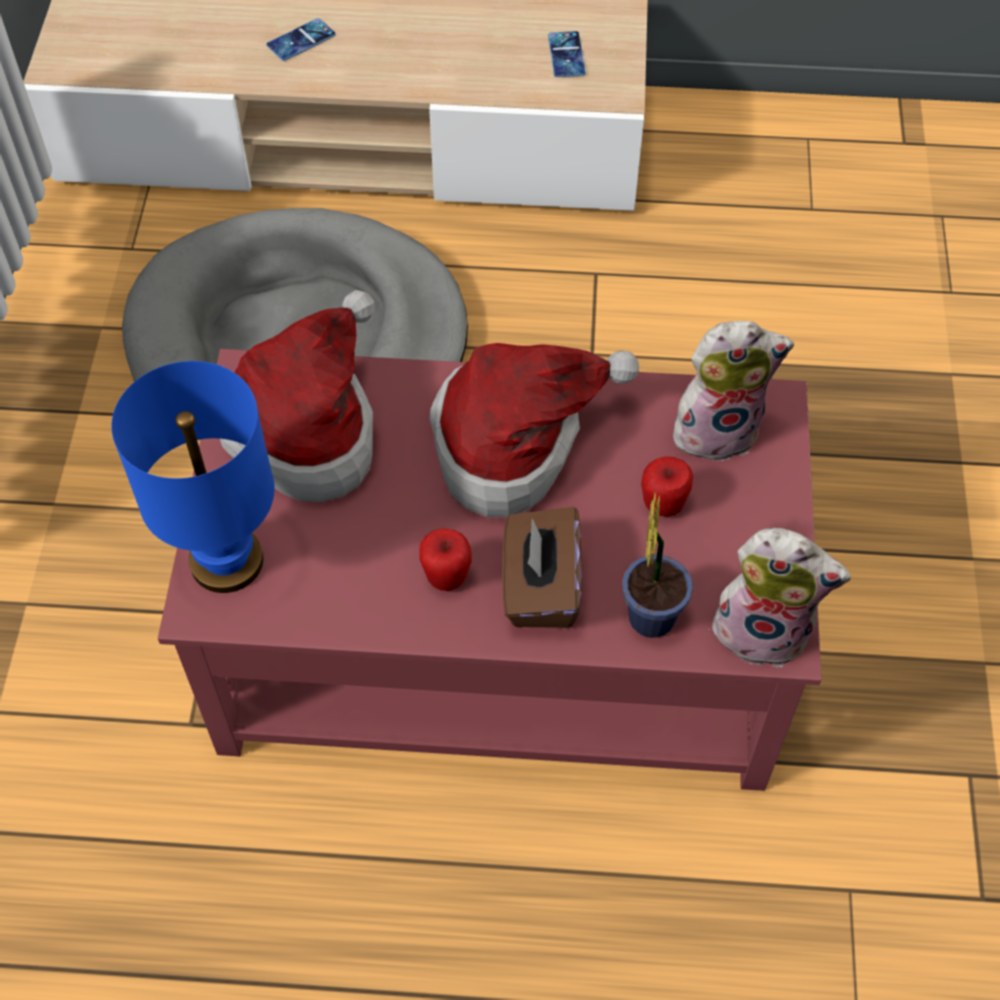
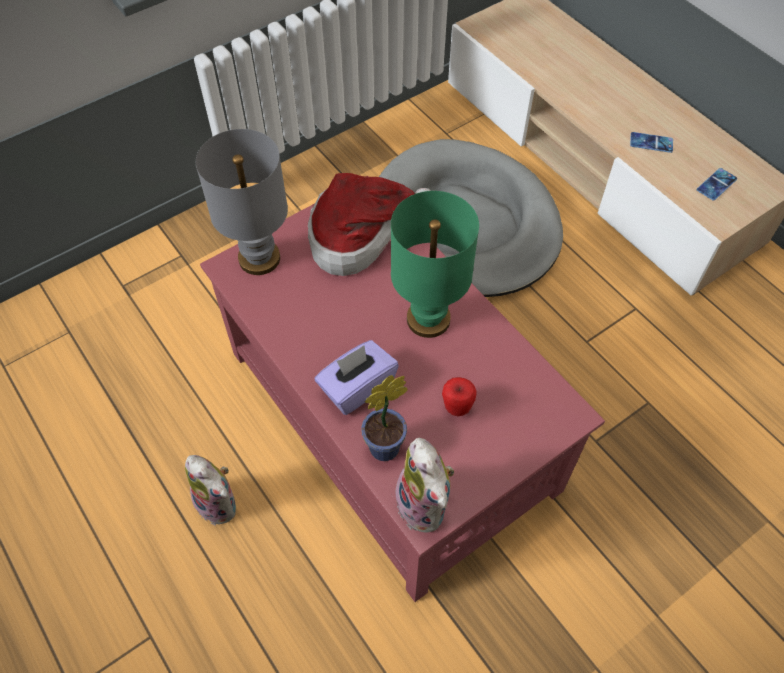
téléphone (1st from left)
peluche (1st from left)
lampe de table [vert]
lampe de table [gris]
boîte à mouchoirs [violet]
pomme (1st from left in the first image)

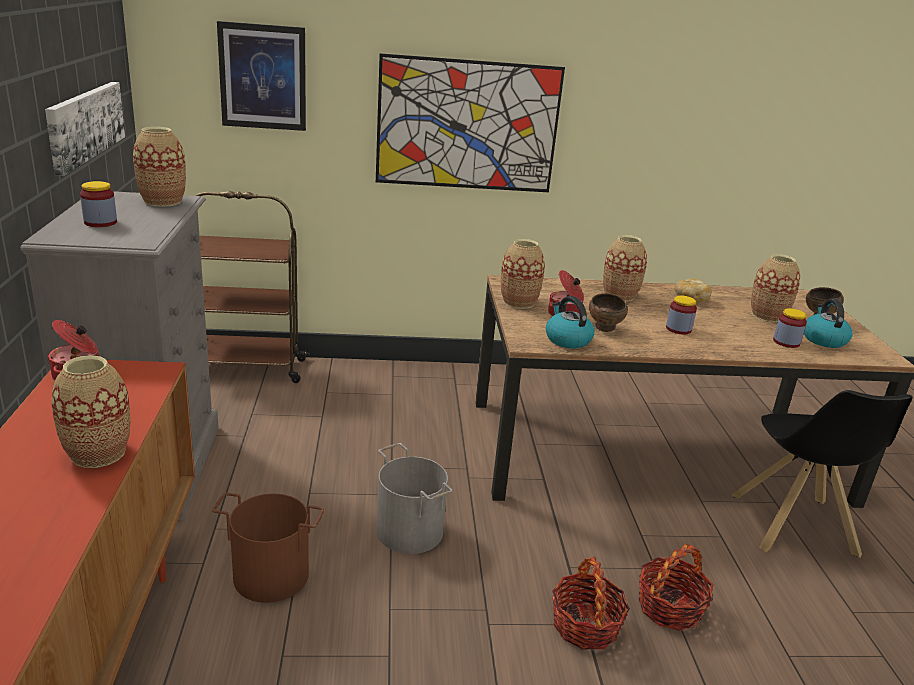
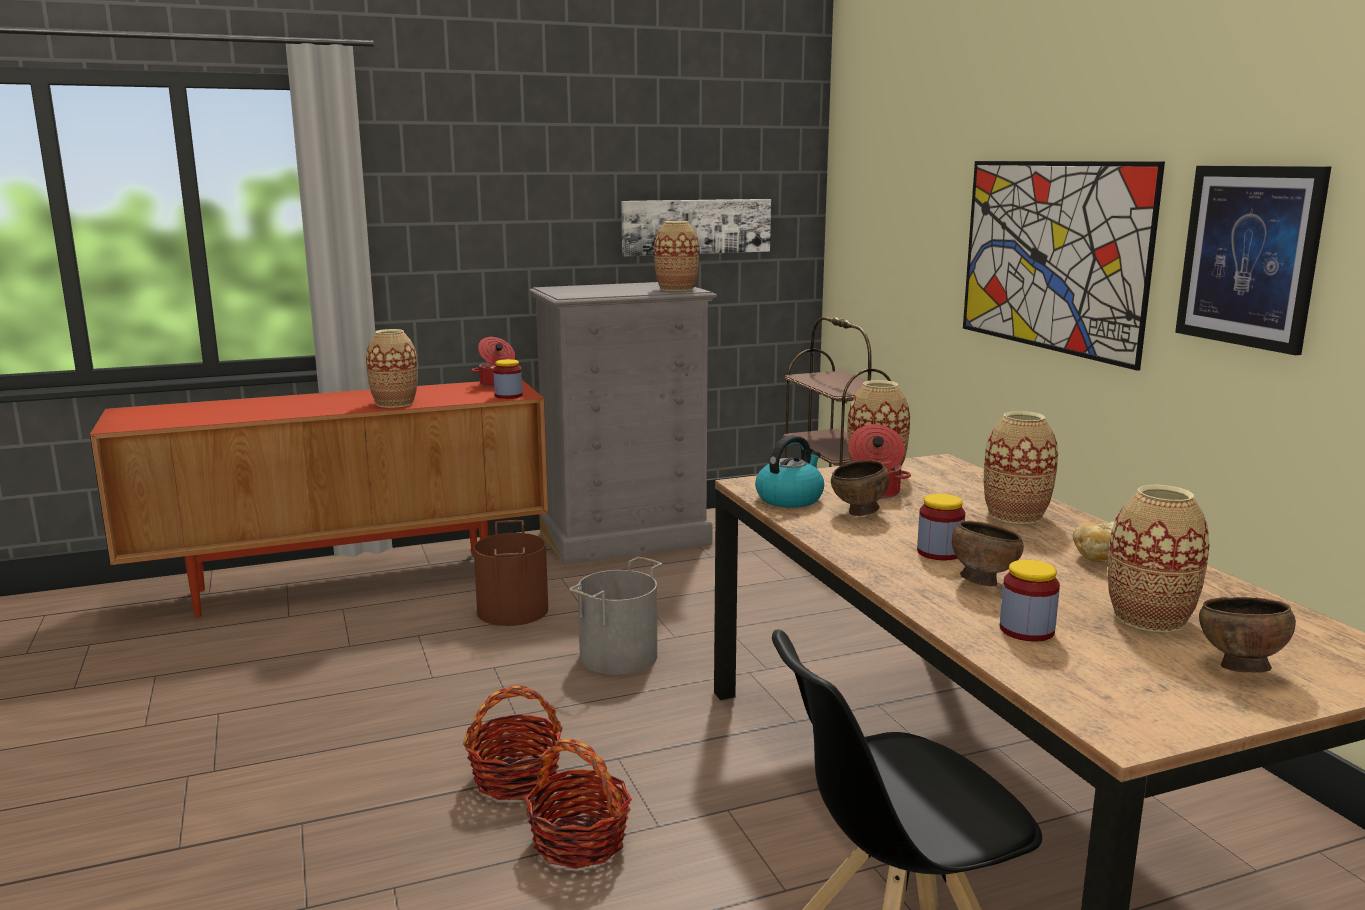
tableau (3rd from left)
bocal (1st from left)
bouilloire (2nd from left in the first image)
bol [marron] (2nd from left)

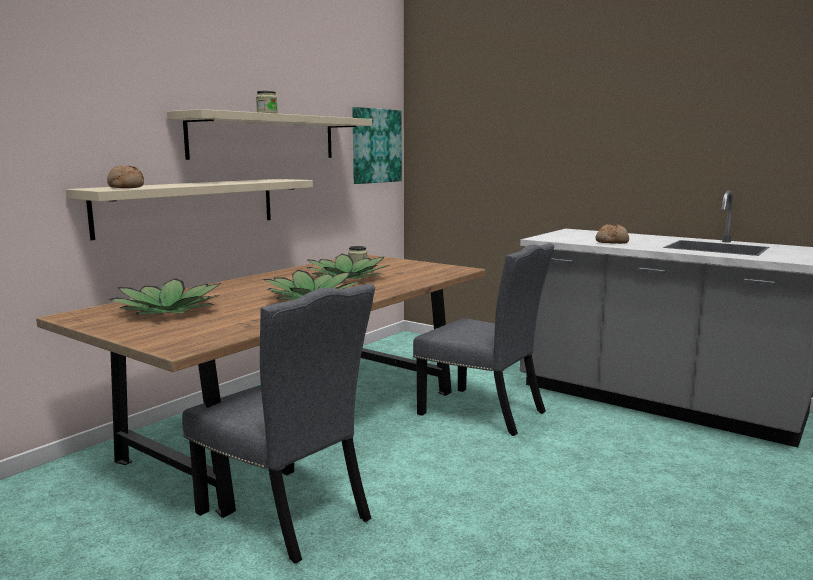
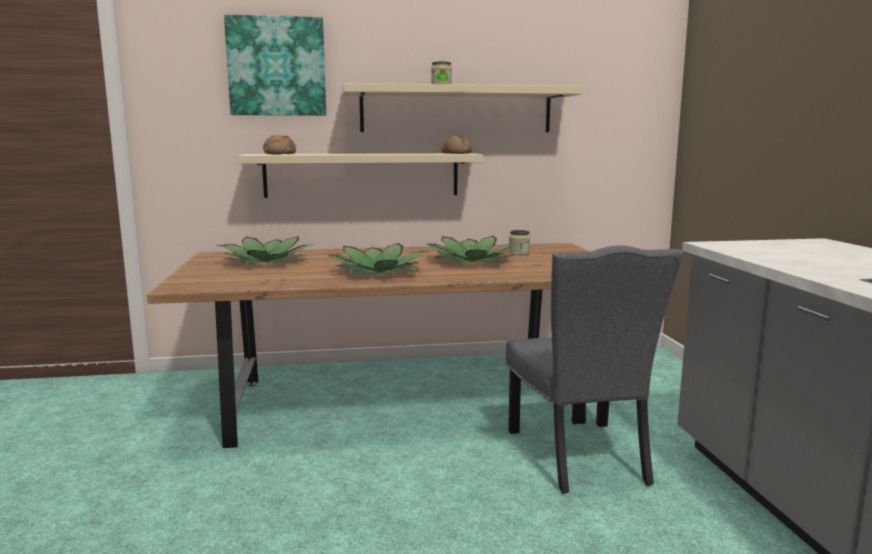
tableau
pain (2nd from left)
chaise [gris] (1st from left in the first image)

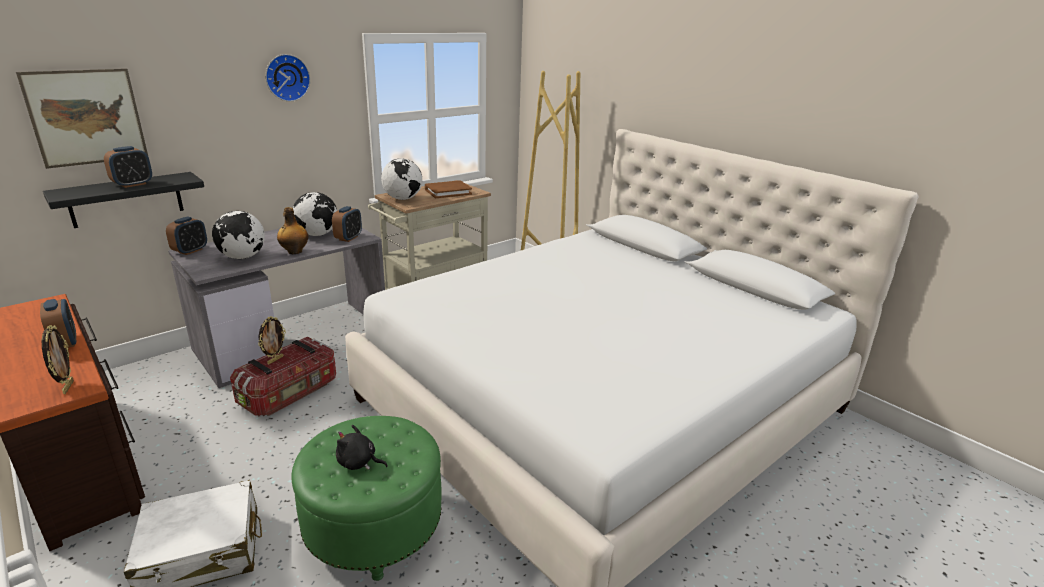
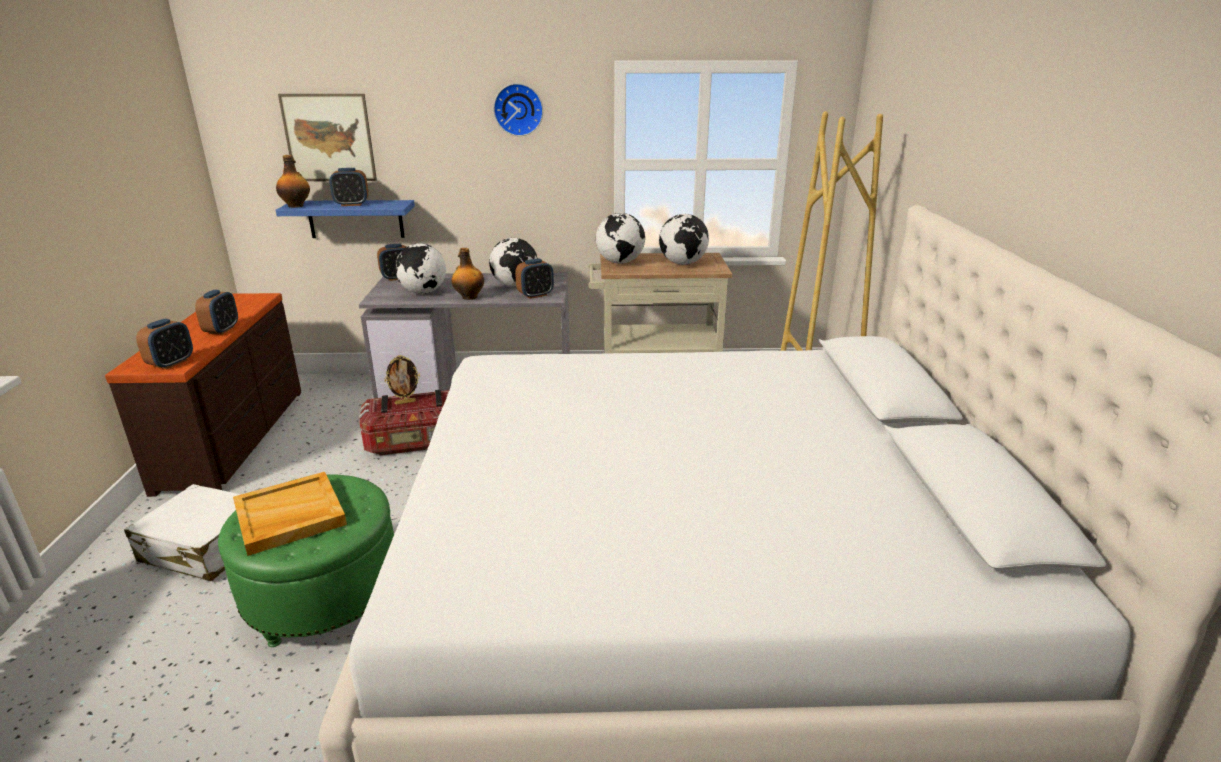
étagère [bleu]
globe (4th from left)
réveil (1st from left)
plateau [beige]
bouteille (1st from left)

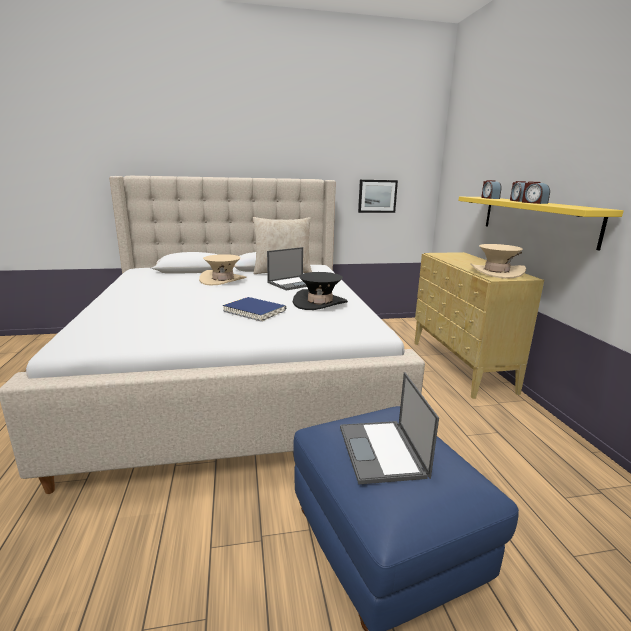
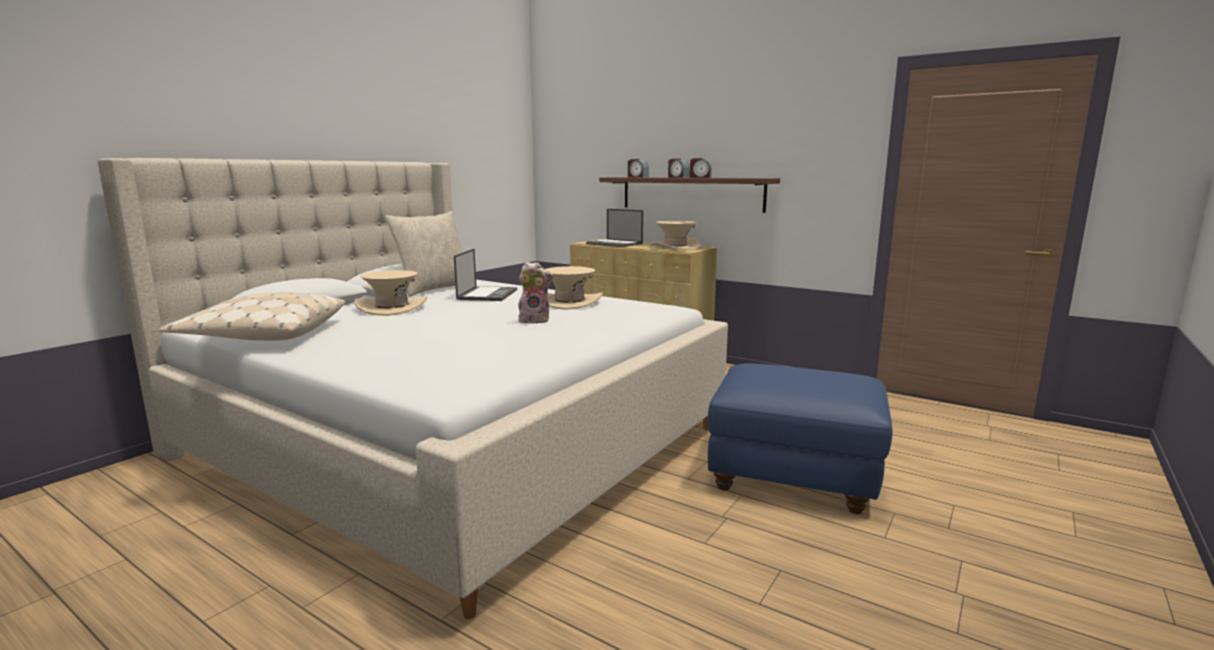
tableau
étagère [marron]
chapeau [beige] (2nd from left)
peluche
ordinateur portable (2nd from left)
coussin [beige] (1st from left)

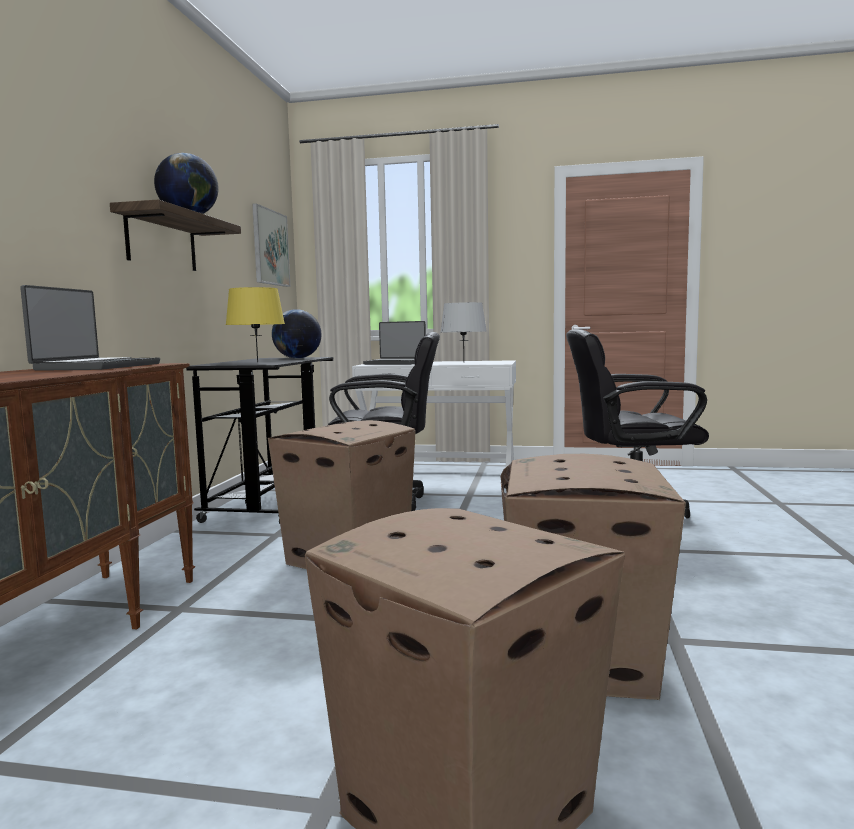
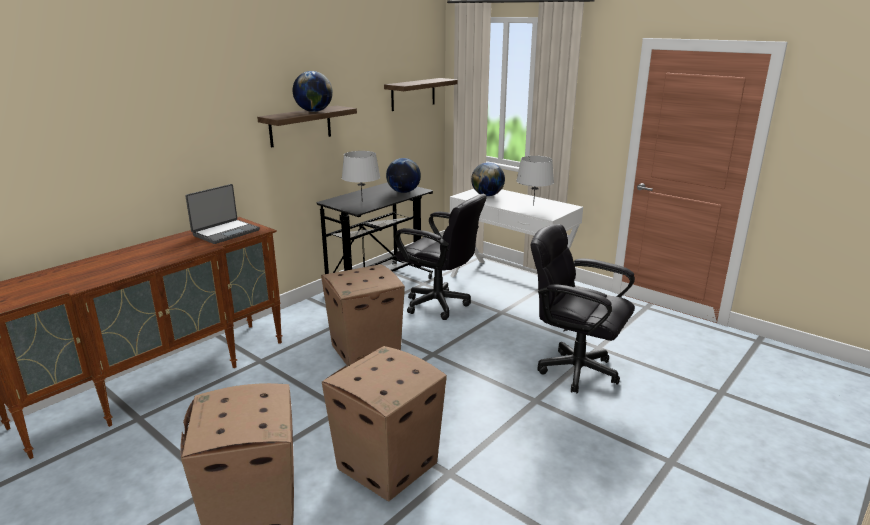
étagère (2nd from left)
lampe de table [gris] (1st from left)
globe (3rd from left)

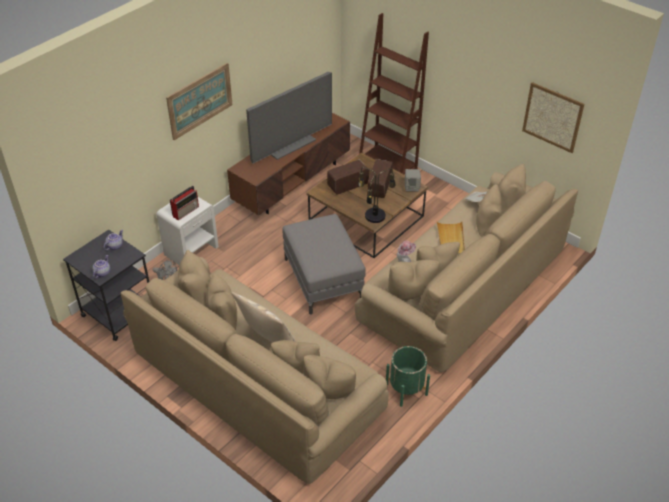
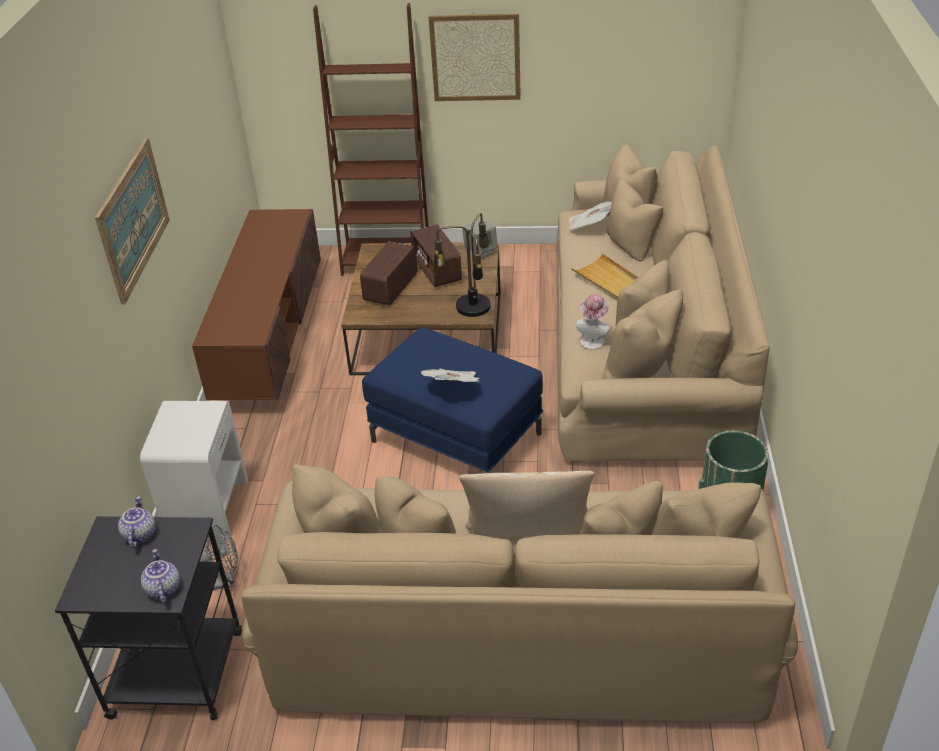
téléviseur
tableau (2nd from left)
radio (1st from left in the first image)
pouf [bleu]
journal (1st from left)

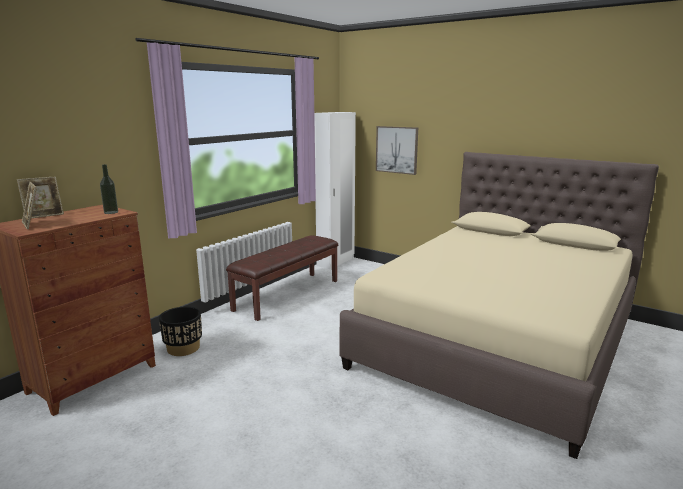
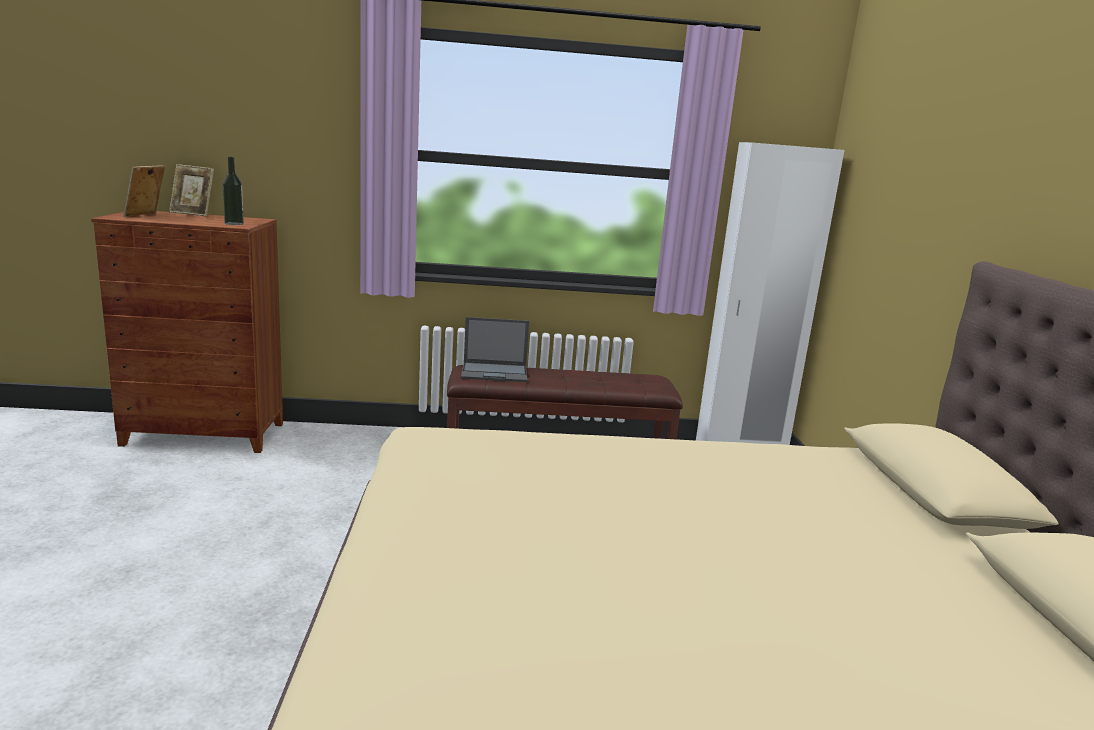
tableau
cache-pot [noir]
ordinateur portable

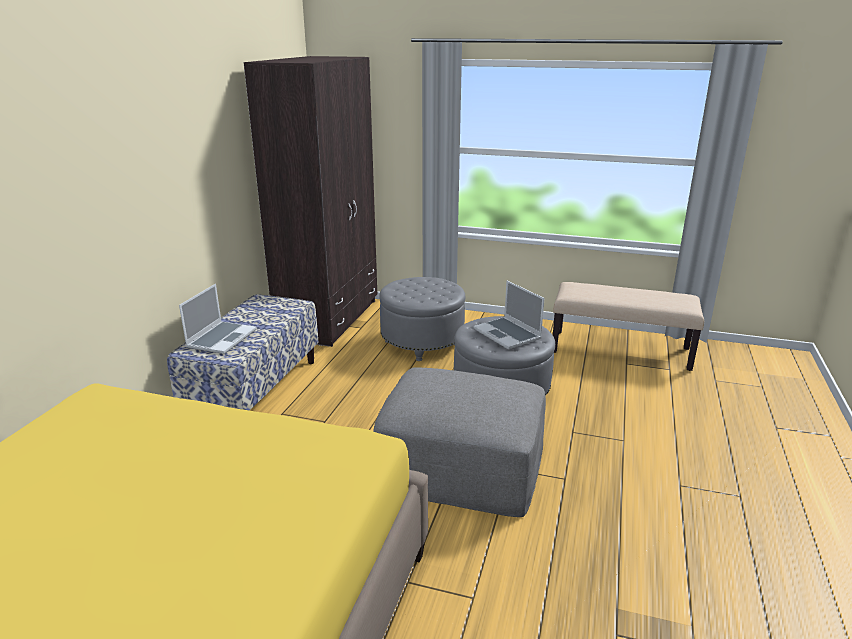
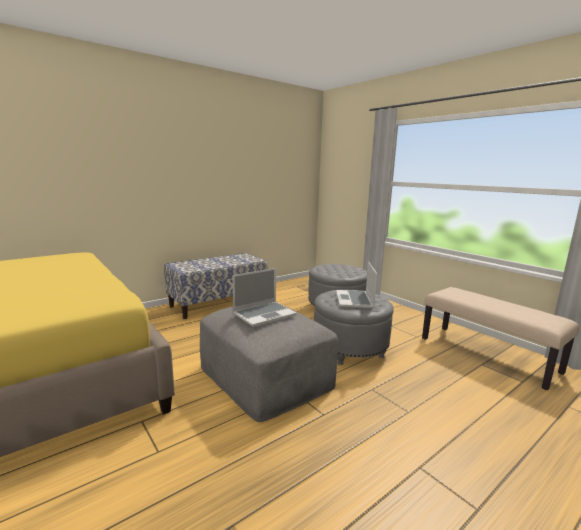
armoire [marron]
ordinateur portable (1st from left)

